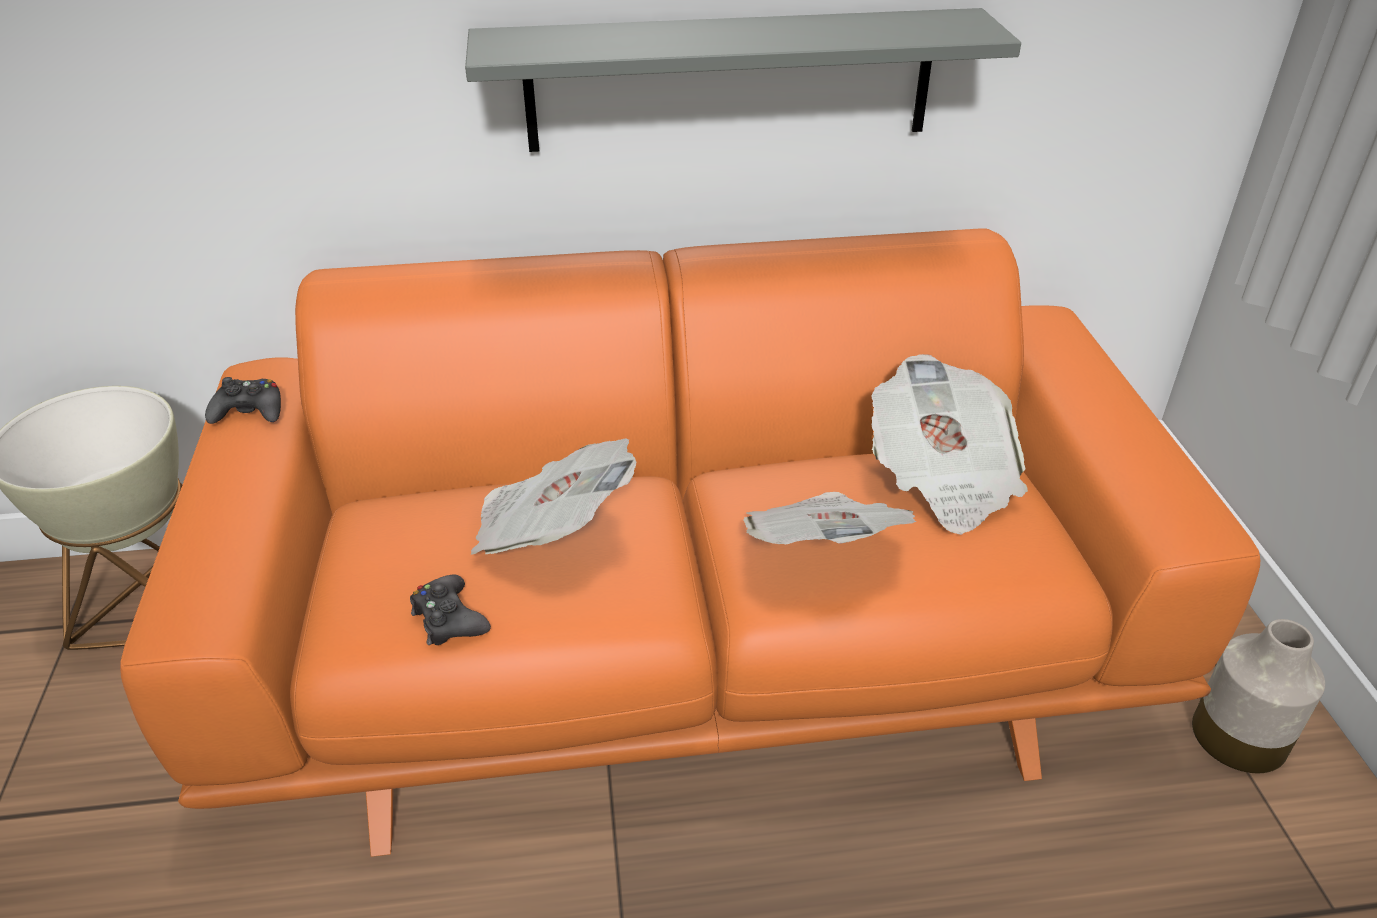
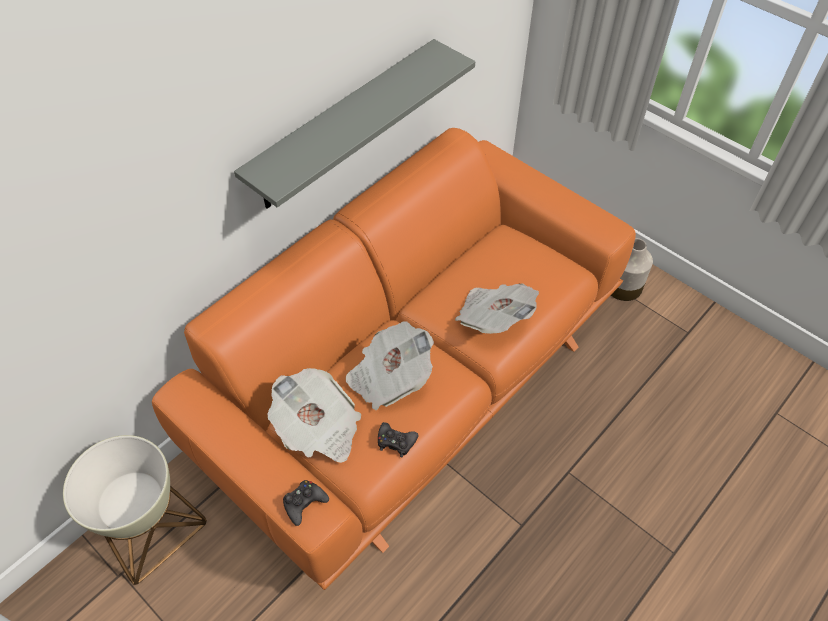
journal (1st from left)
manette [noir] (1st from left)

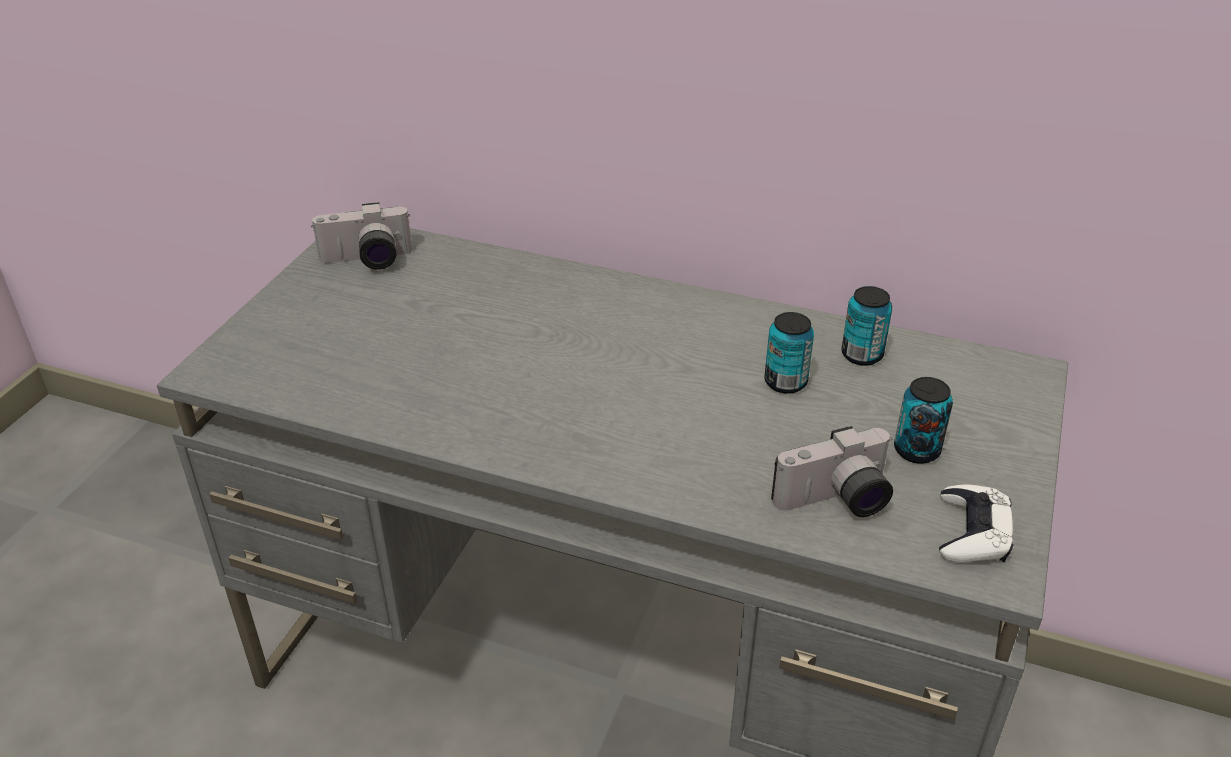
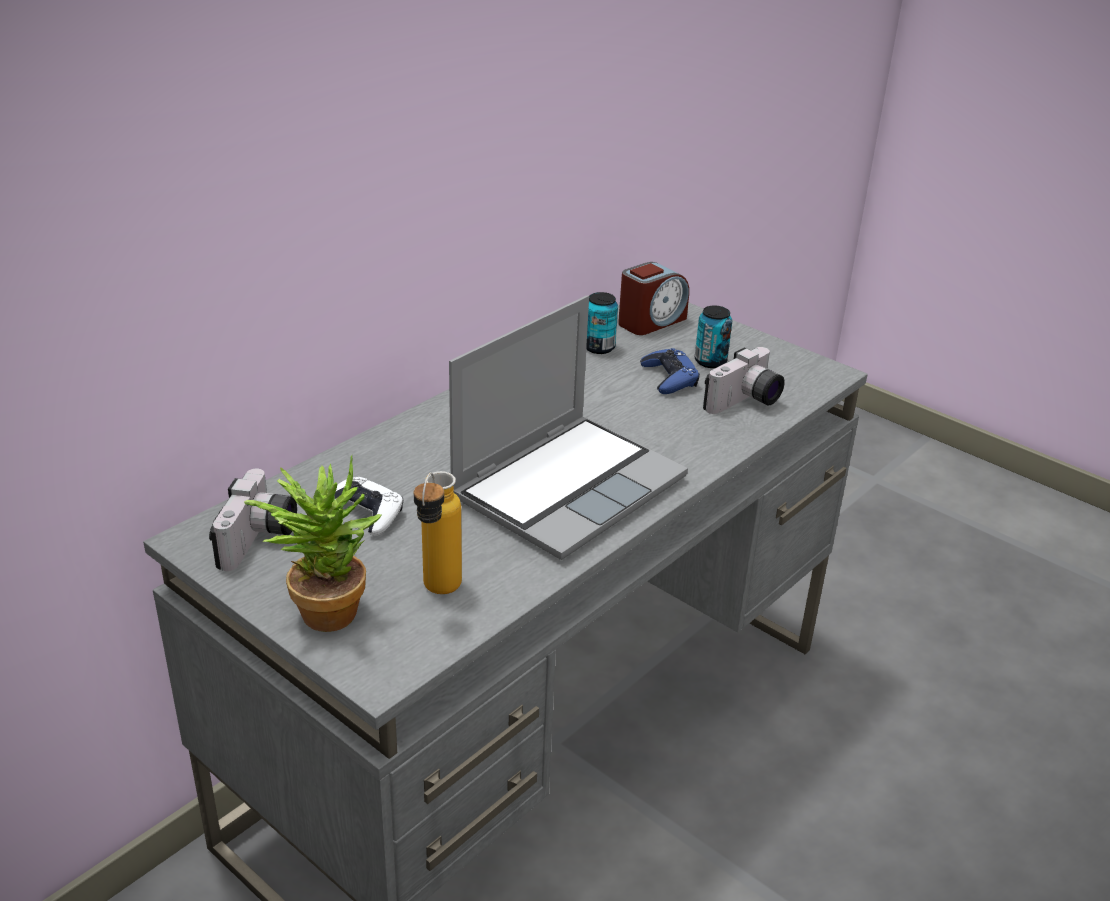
boîte métallique (1st from left in the first image)
appareil photo (2nd from left)
manette [blanc]
réveil
ordinateur portable
manette [bleu]
plante en pot
bouteille

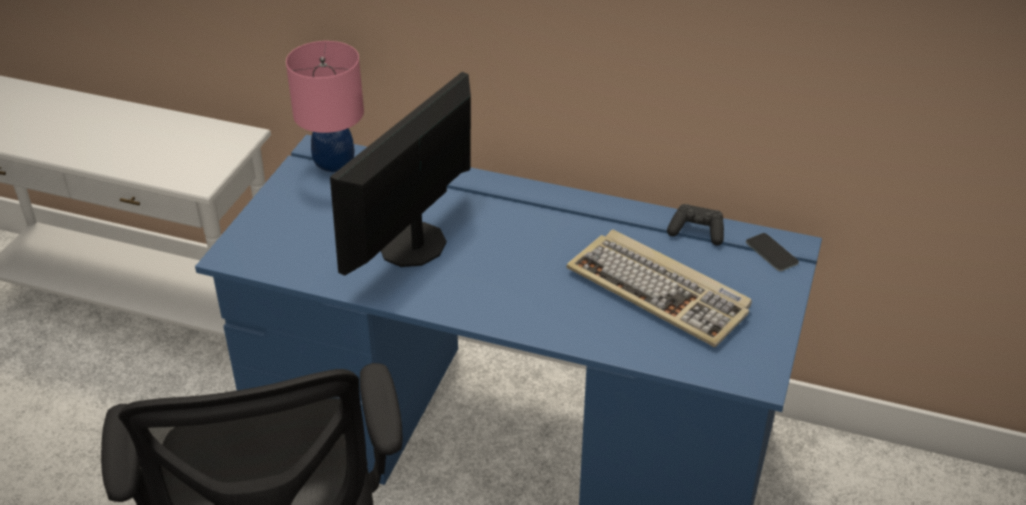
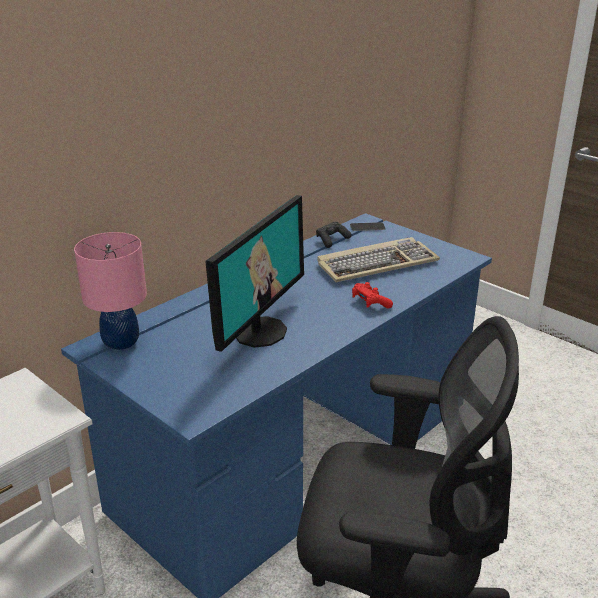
écran d'ordinateur
manette [rouge]

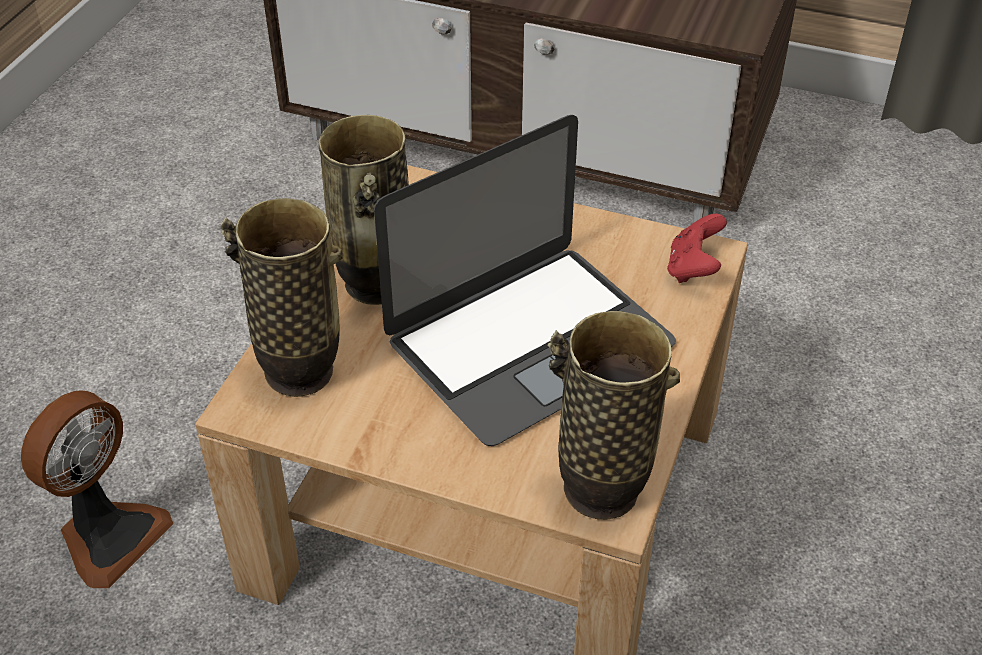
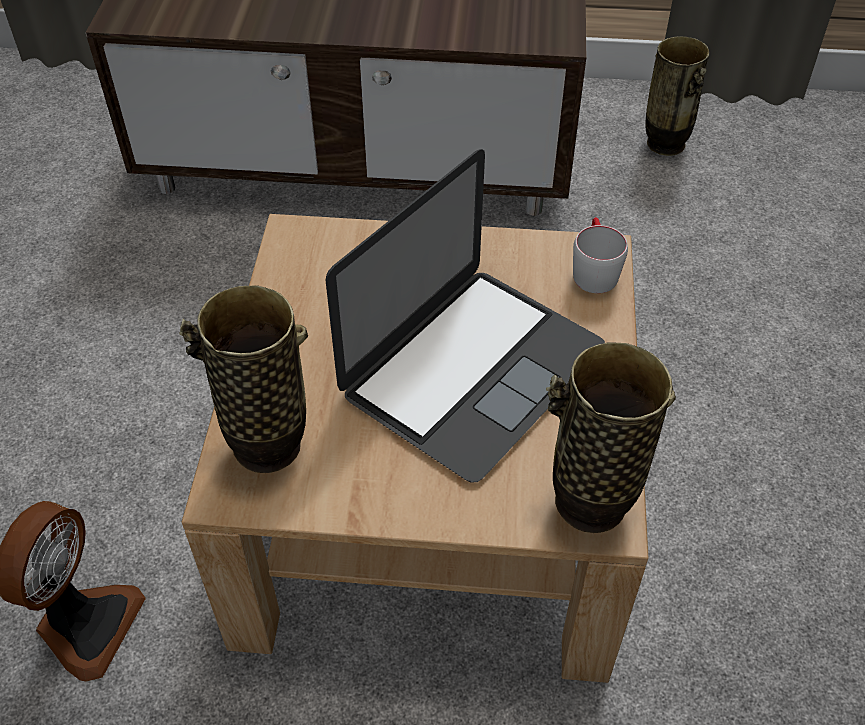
vase (3rd from left)
mug [gris]

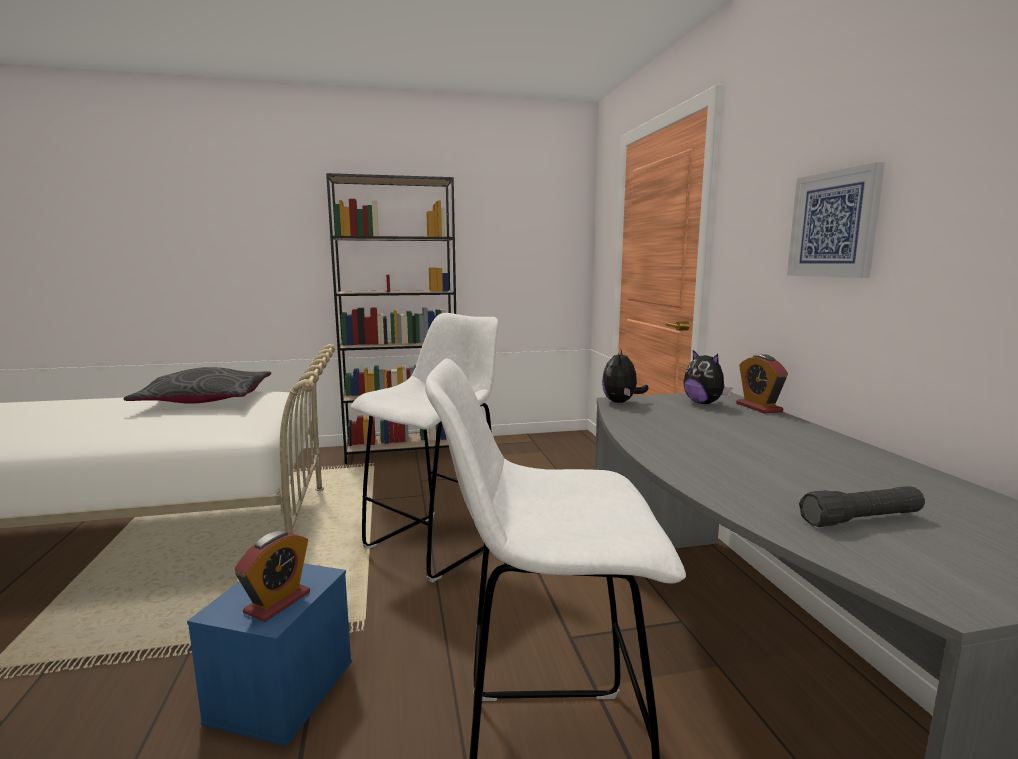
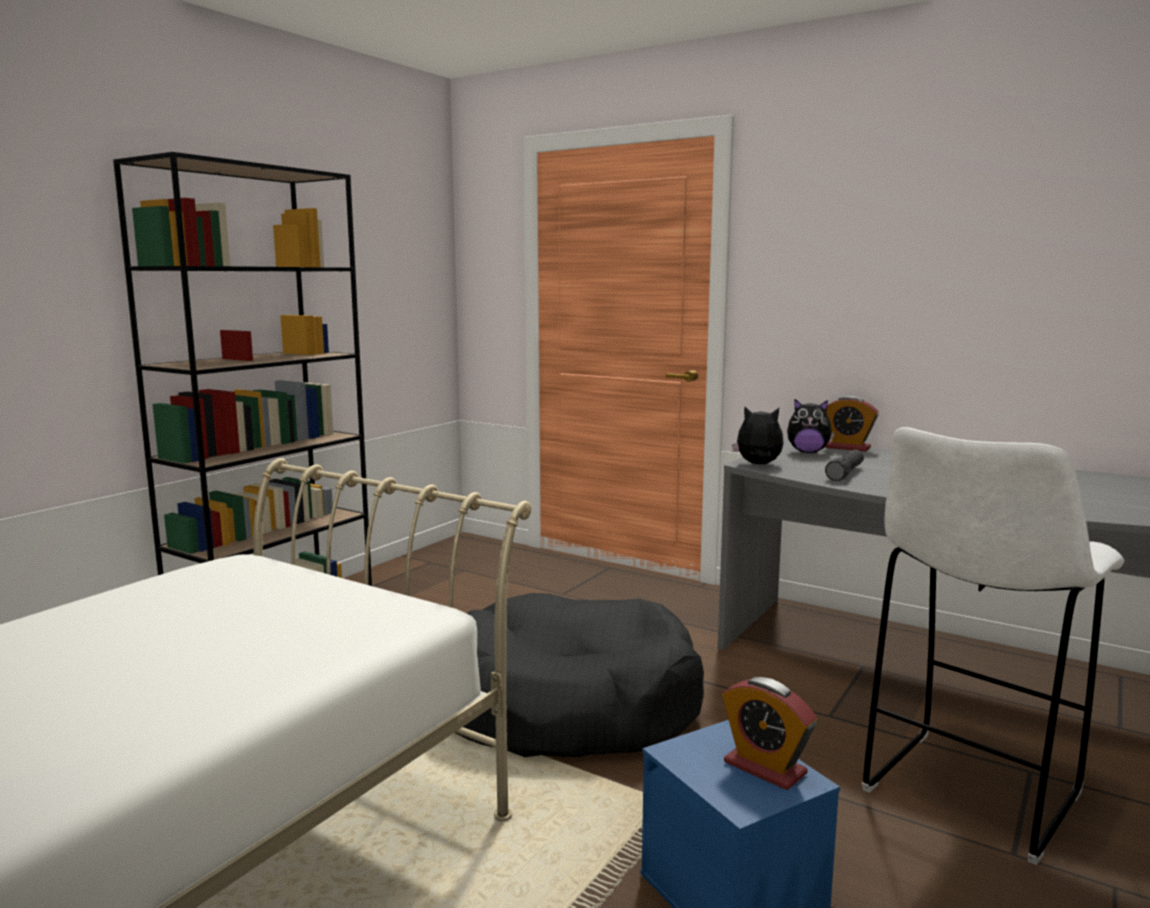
tableau
panier pour chien [noir]
peluche (1st from left)
coussin [gris]
lampe de poche [noir]
réveil (1st from left)

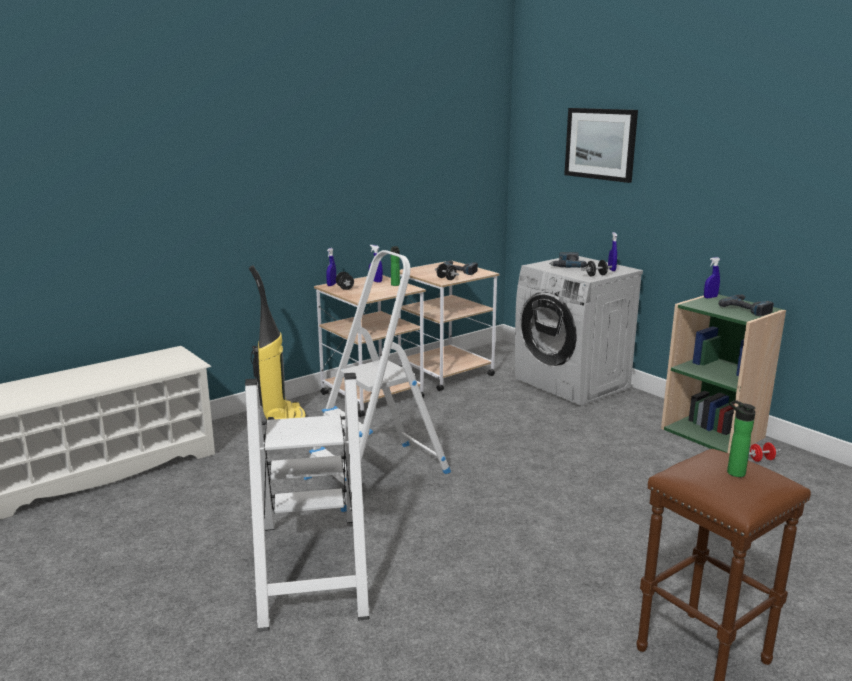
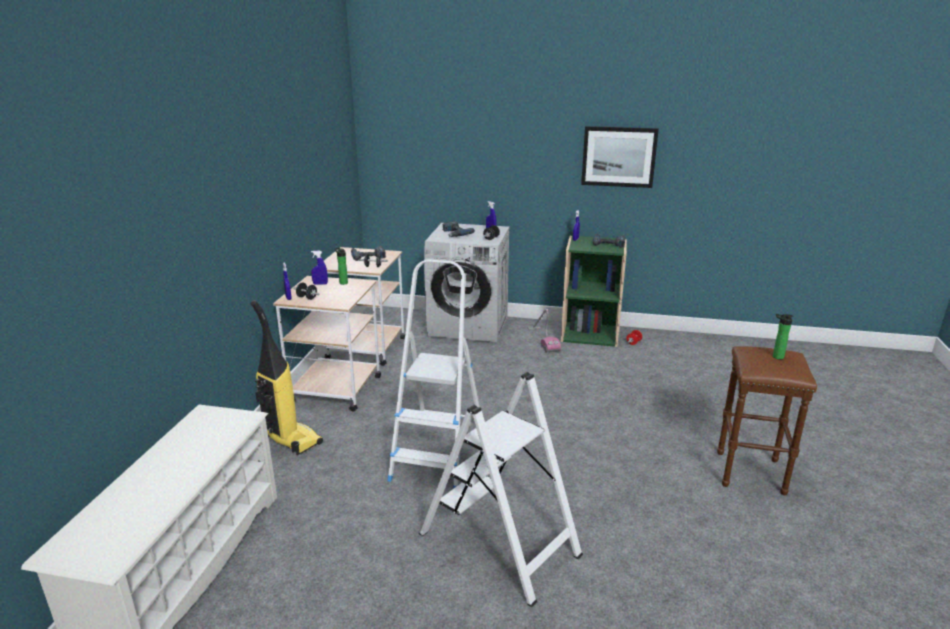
tableau
aspirateur (2nd from left)

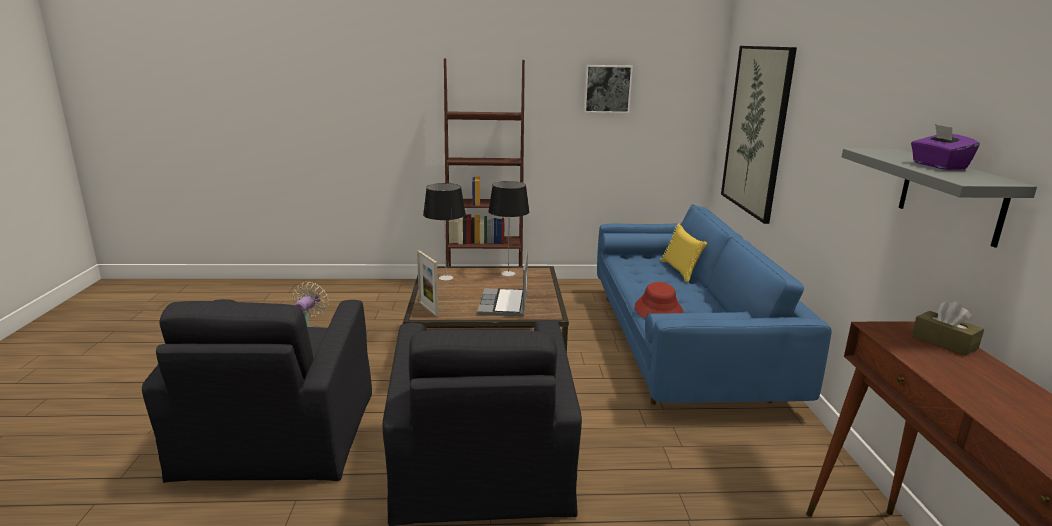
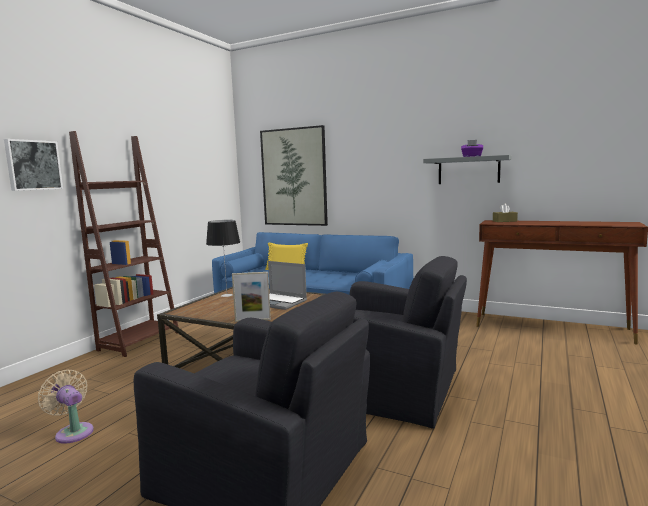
tableau (1st from left)
lampe de table (1st from left in the first image)
chapeau [rouge]

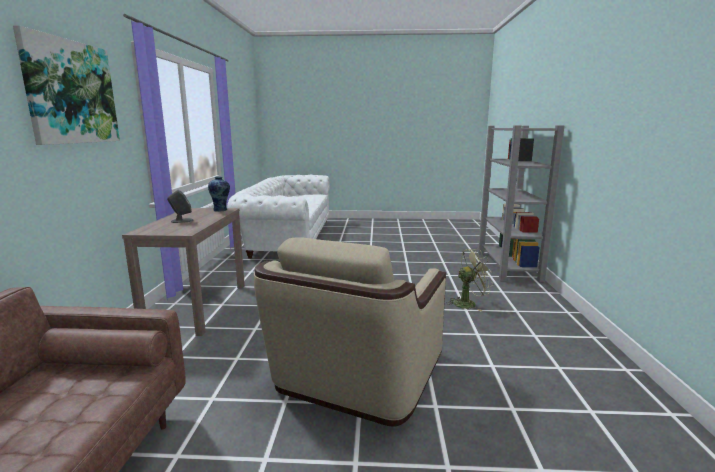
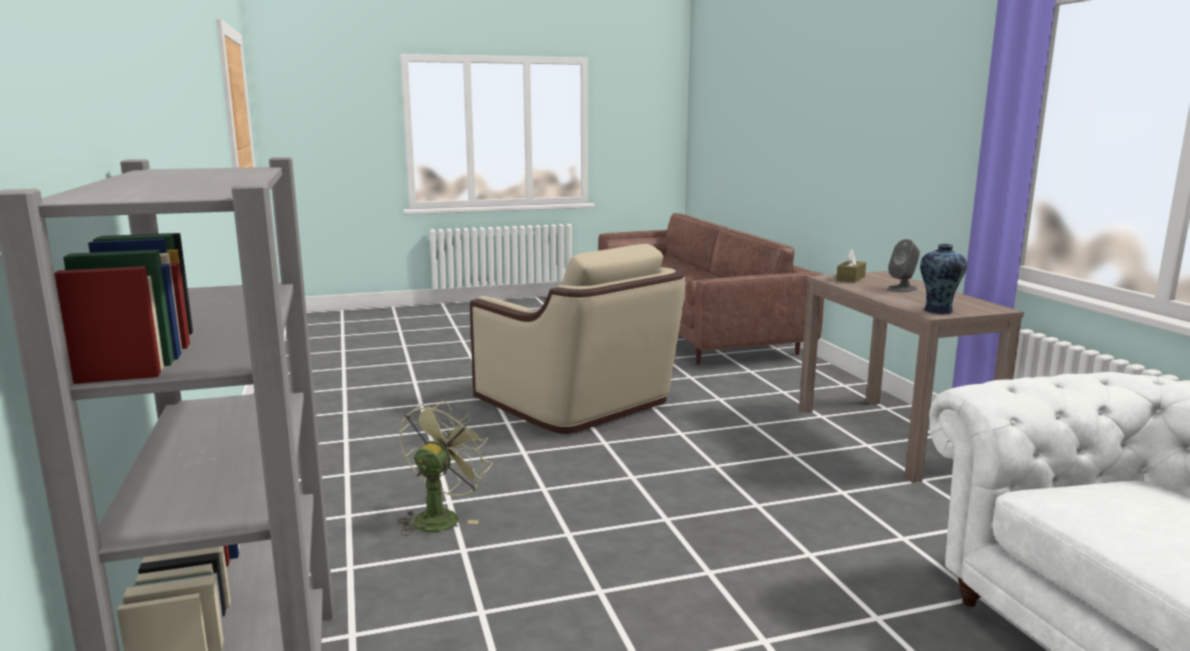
tableau
fauteuil [beige]
ventilateur [vert]
boîte à mouchoirs [marron]

